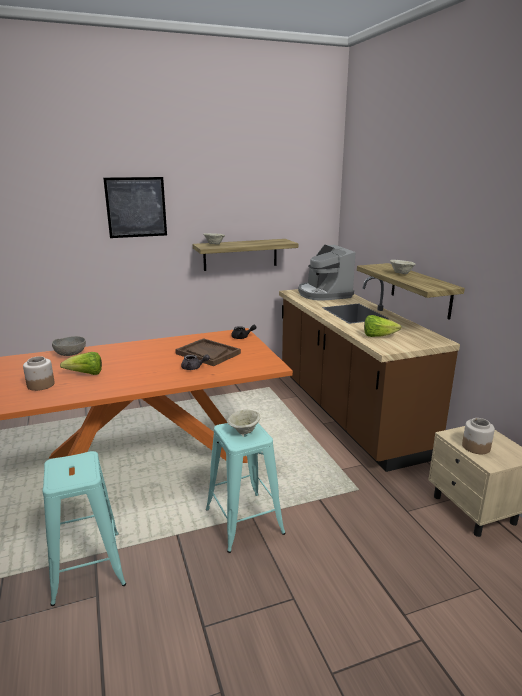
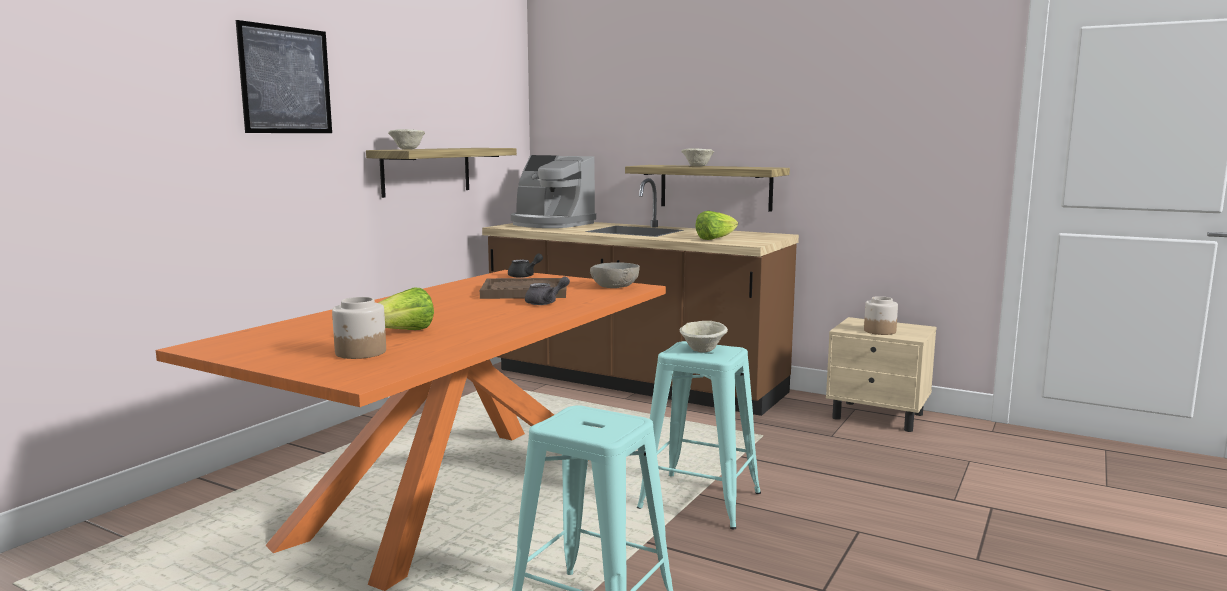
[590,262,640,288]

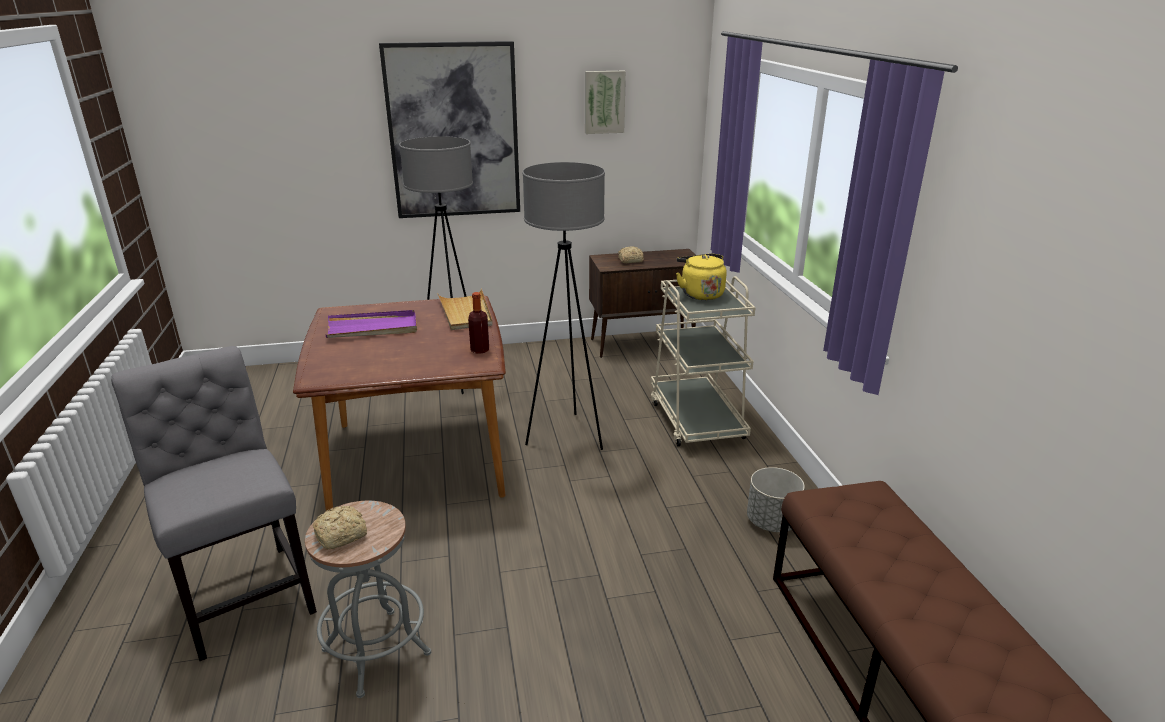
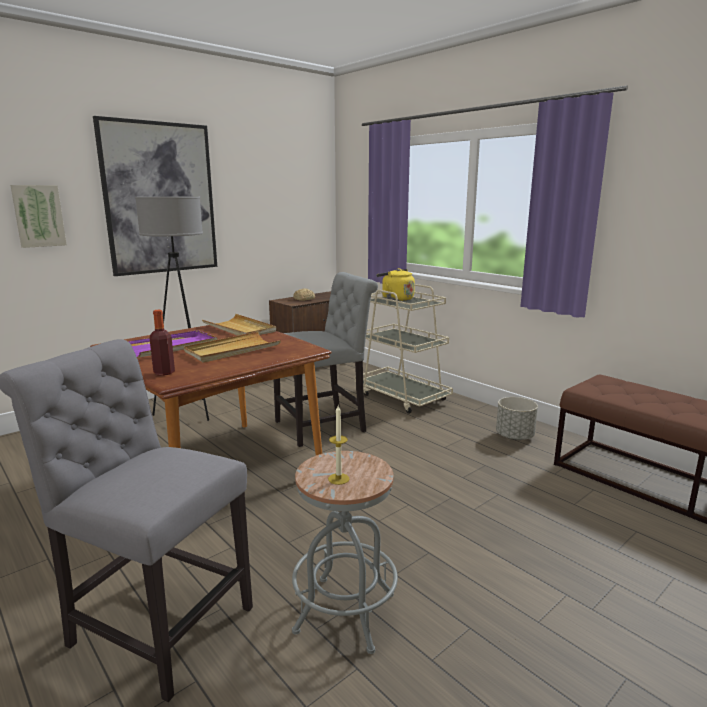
[184,331,281,363]
[149,310,175,376]
[10,185,67,248]
[328,405,349,485]
[274,272,378,447]

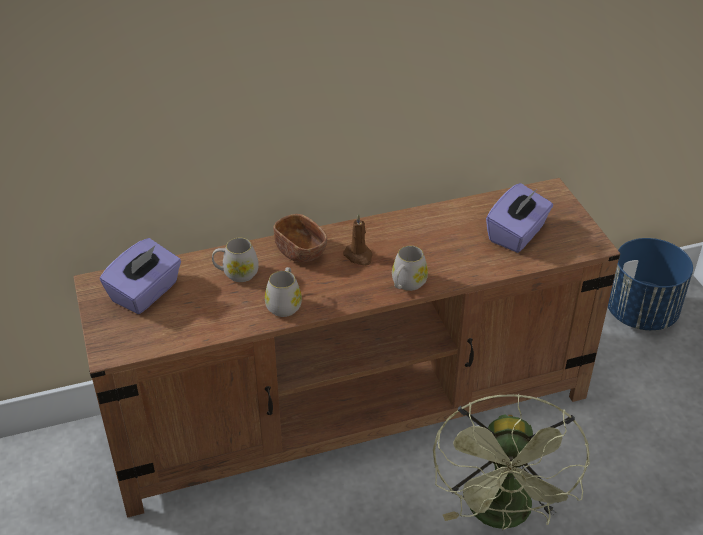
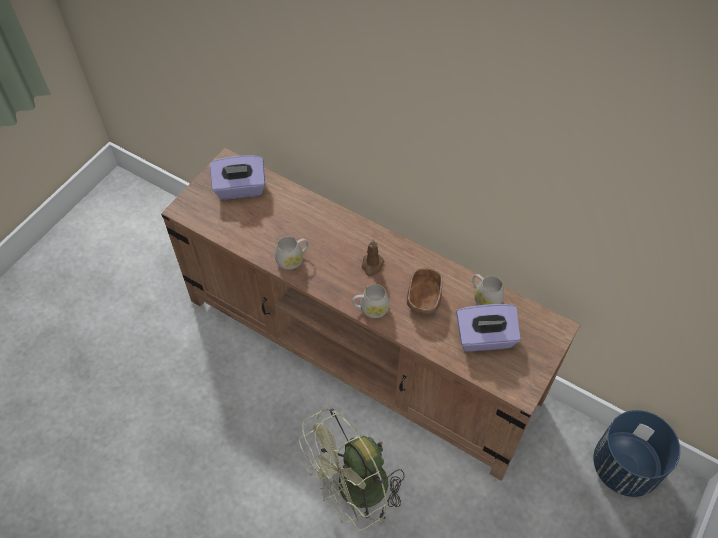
[472,274,504,305]
[407,268,443,315]

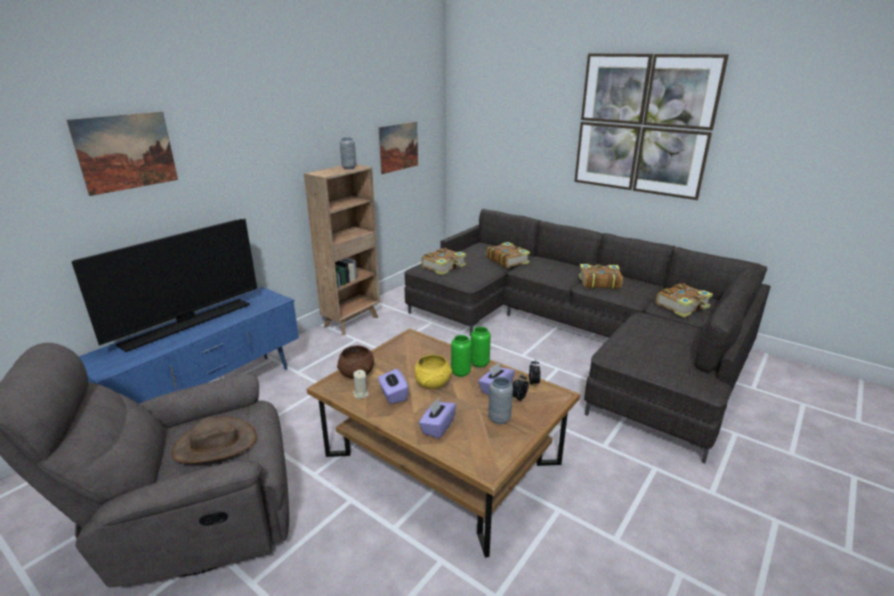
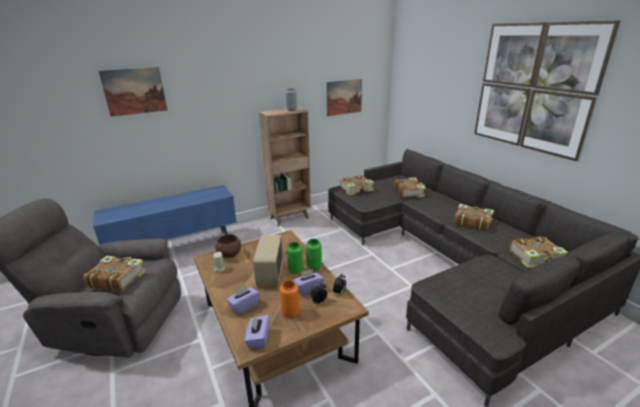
[72,219,257,352] (first image)
[245,314,270,348]
[83,256,145,292]
[253,235,283,286]
[280,280,299,317]

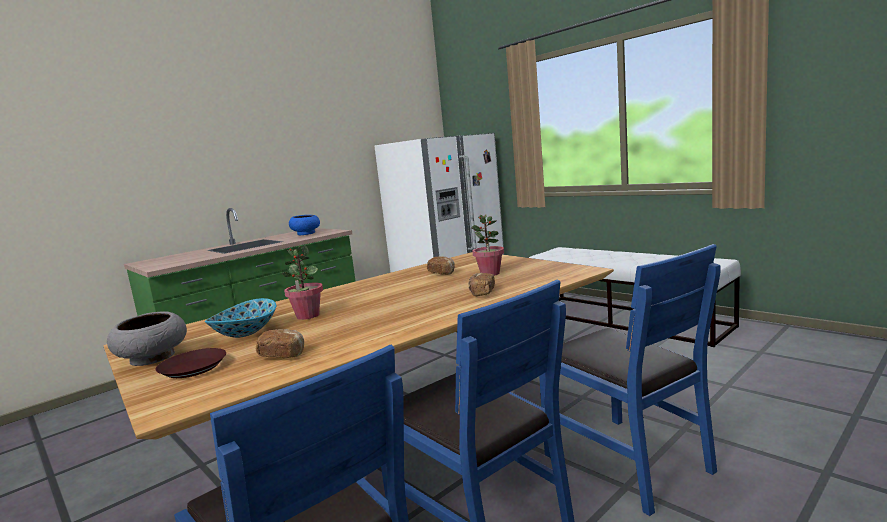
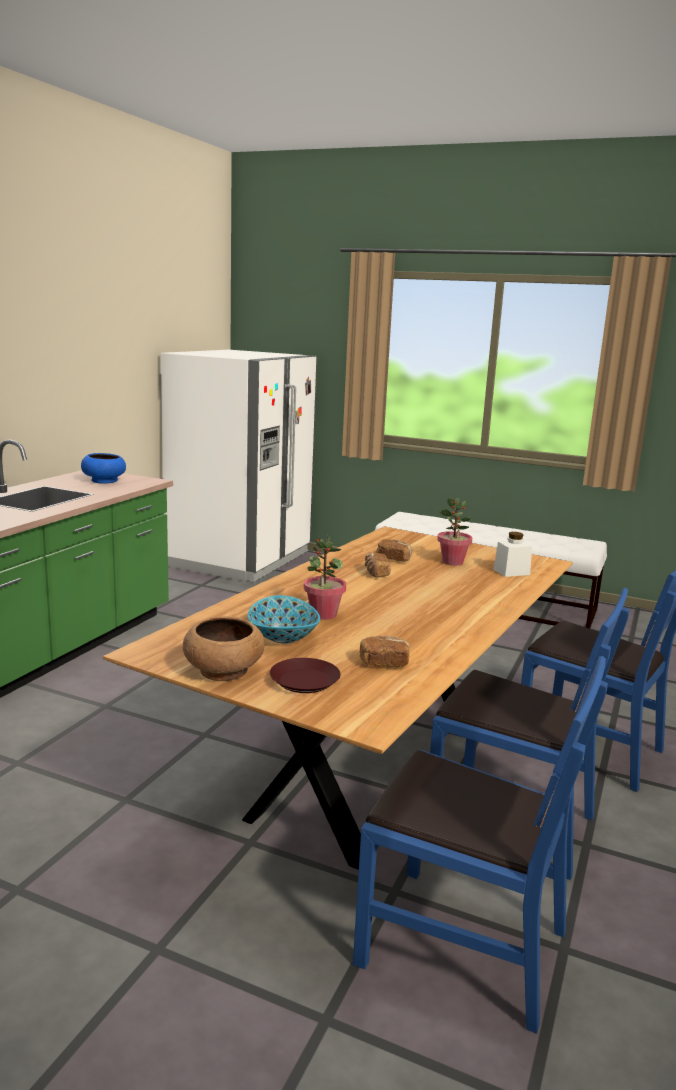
[493,532,532,577]
[365,552,391,578]
[183,616,265,681]

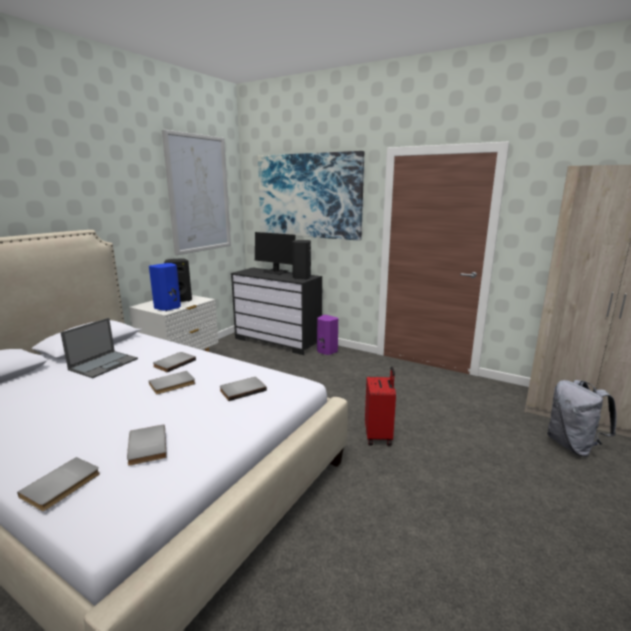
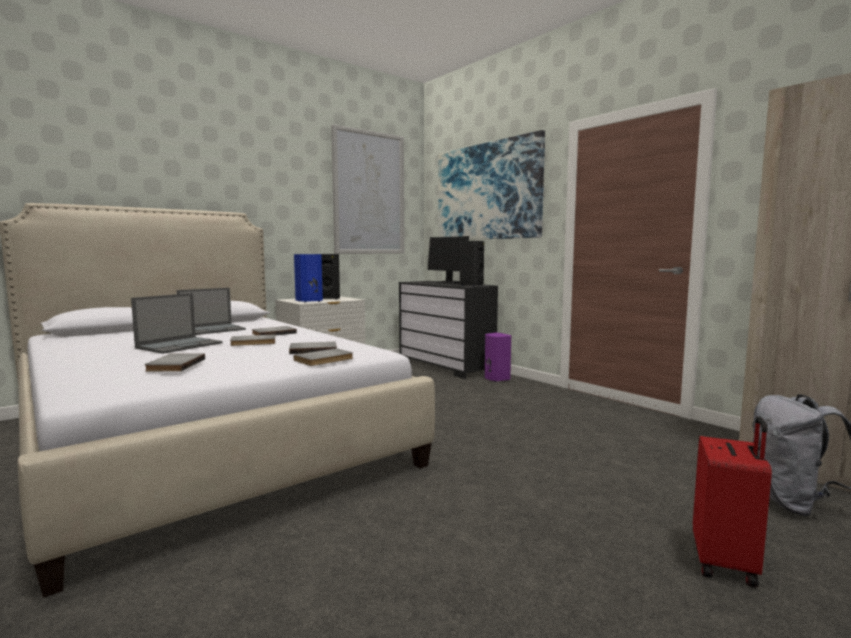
[131,293,223,354]
[294,348,353,366]
[693,416,772,587]

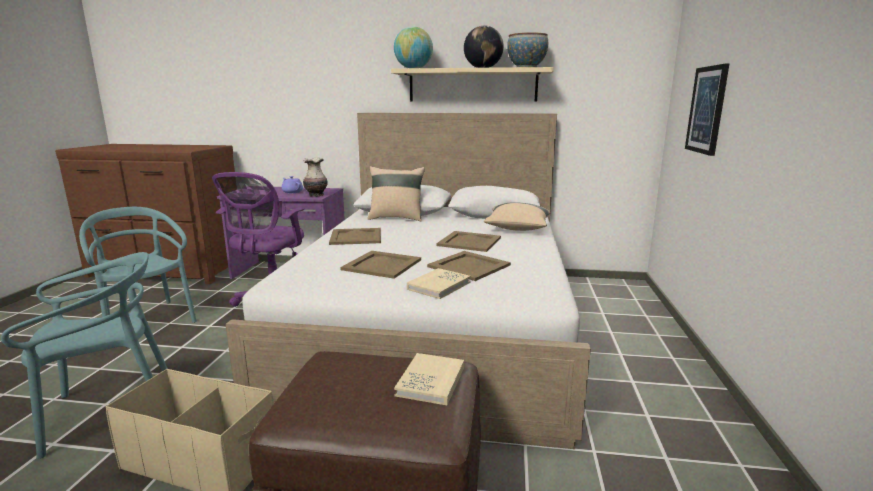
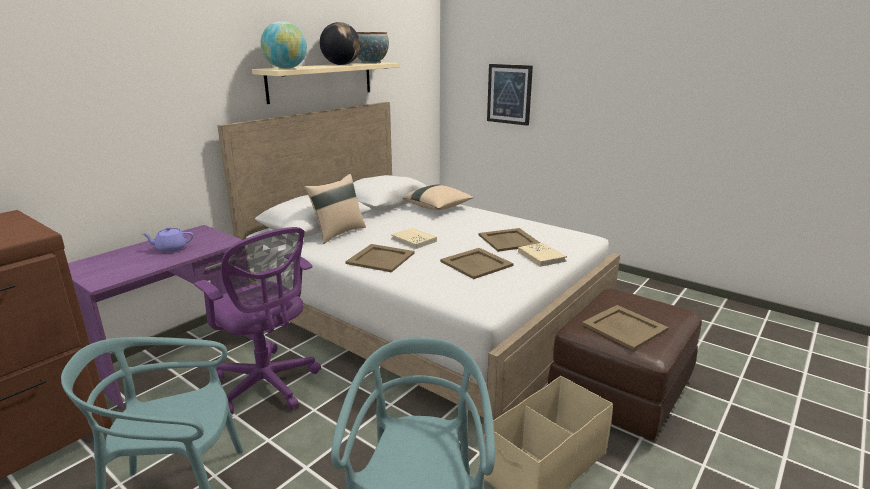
[303,157,328,197] (first image)
[391,228,437,249]
[582,305,669,350]

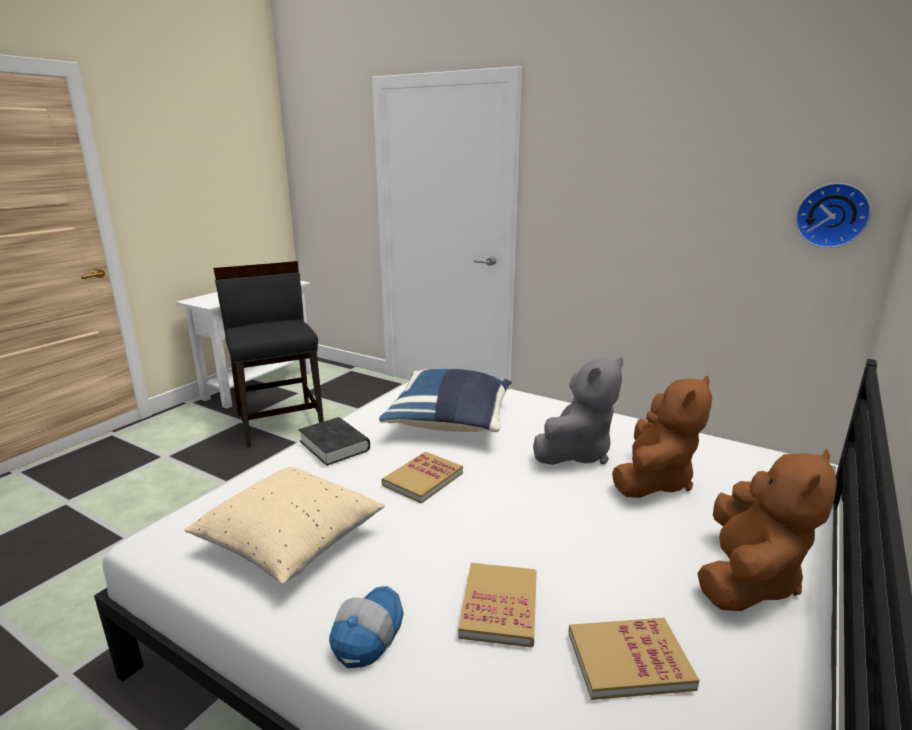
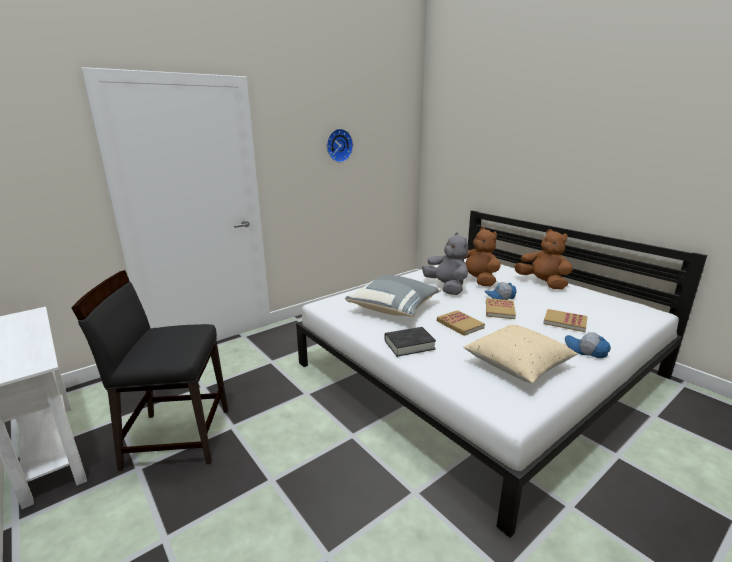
[485,282,517,300]
[486,298,516,319]
[327,129,353,162]
[345,275,441,317]

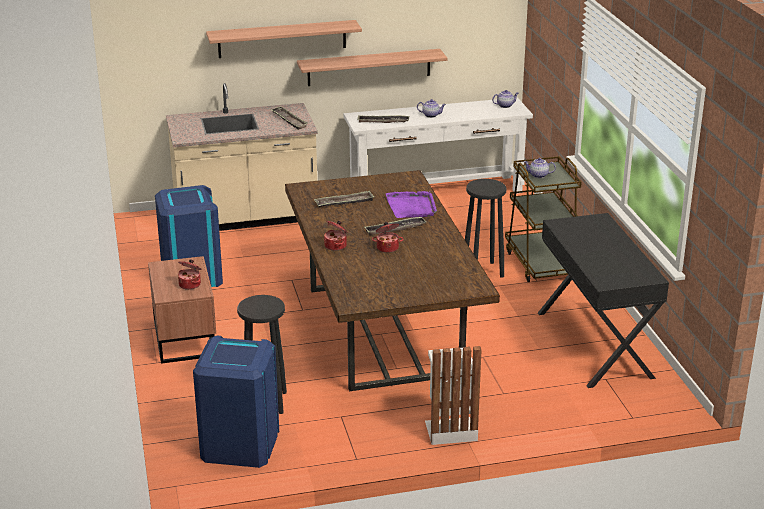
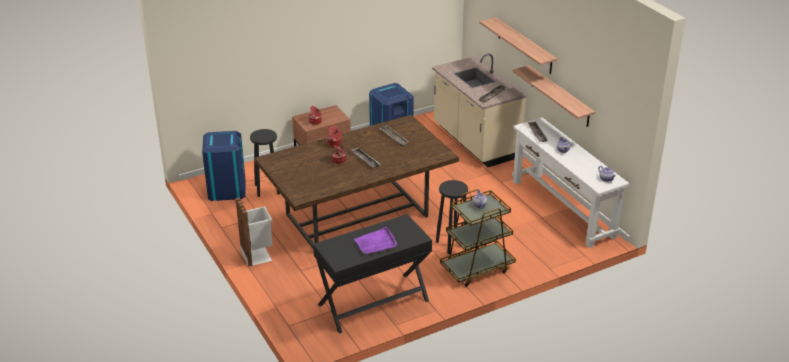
[354,227,397,255]

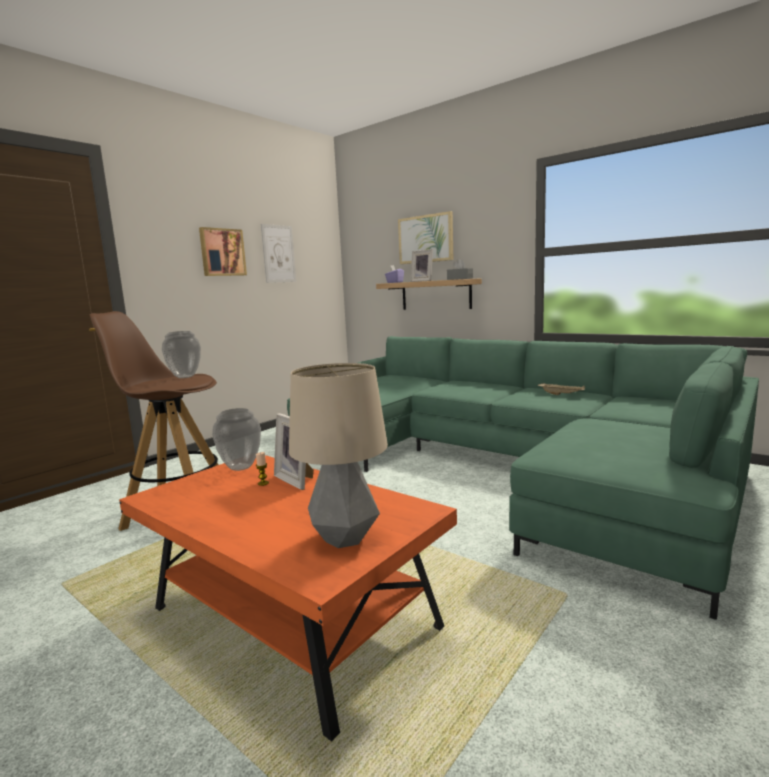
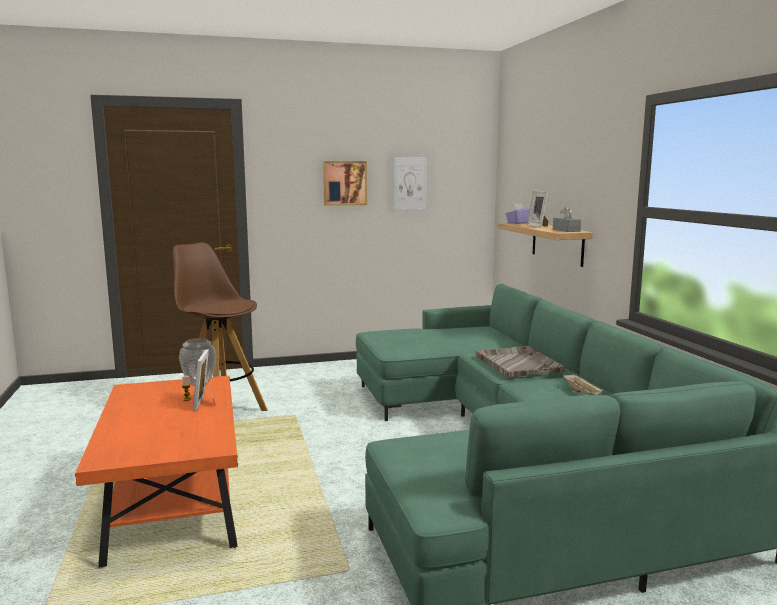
[162,331,201,378] (first image)
[289,363,388,548] (first image)
[398,211,453,264] (first image)
[475,346,565,377]

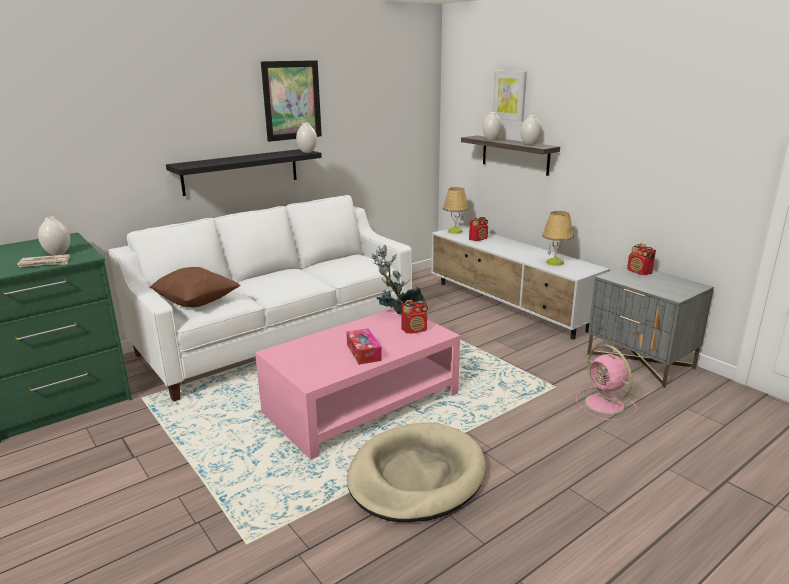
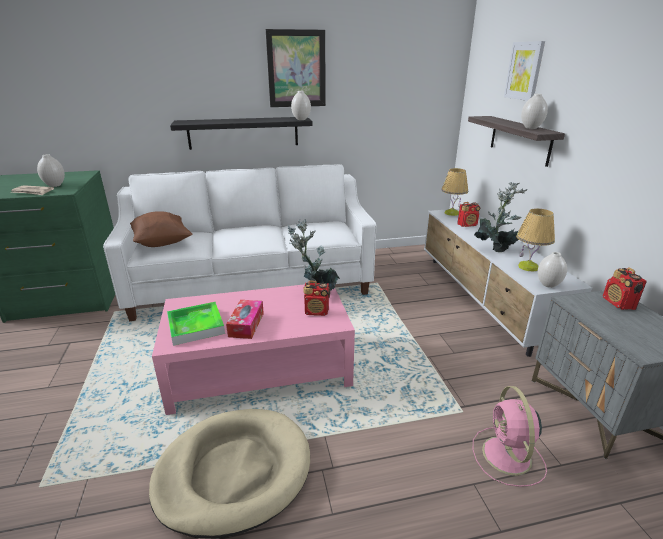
[167,302,225,346]
[474,182,528,252]
[538,252,567,288]

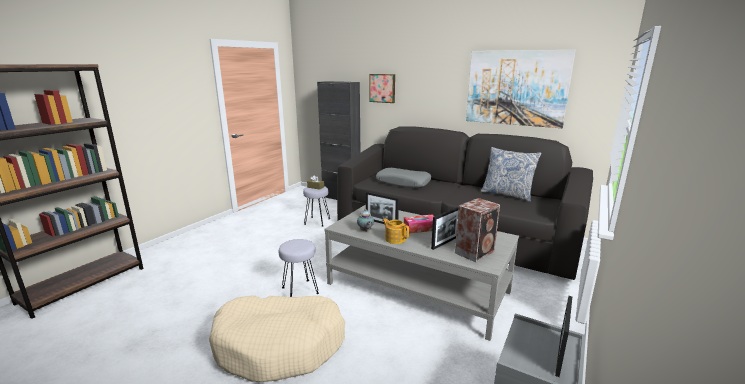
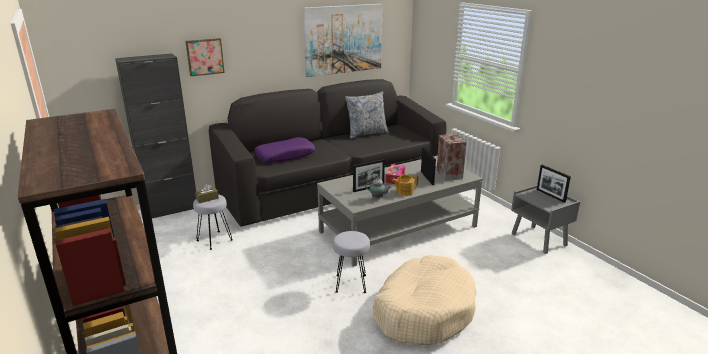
[254,137,315,163]

